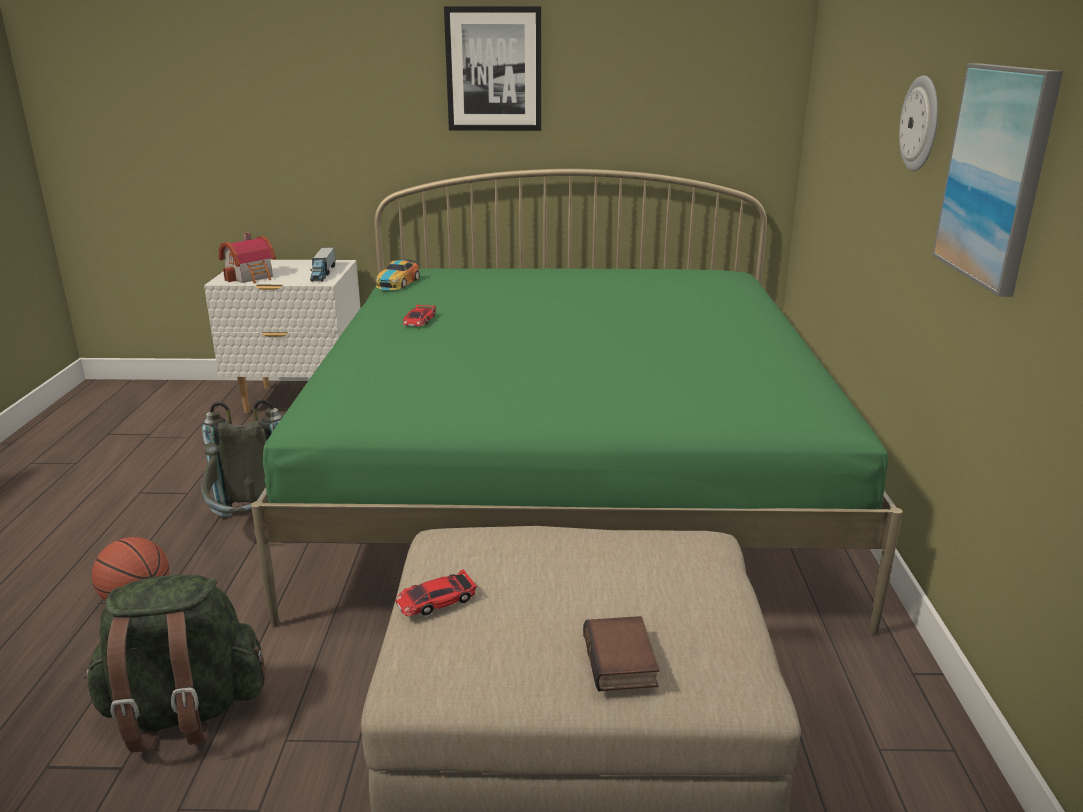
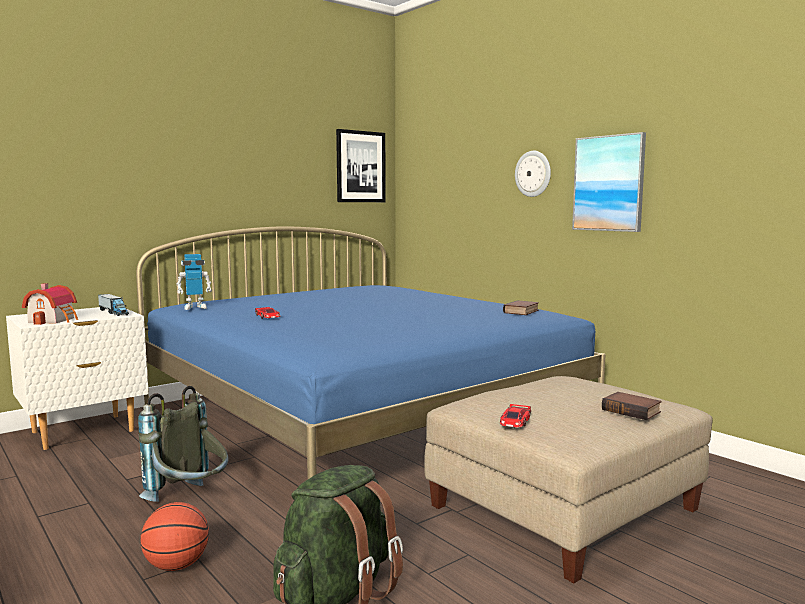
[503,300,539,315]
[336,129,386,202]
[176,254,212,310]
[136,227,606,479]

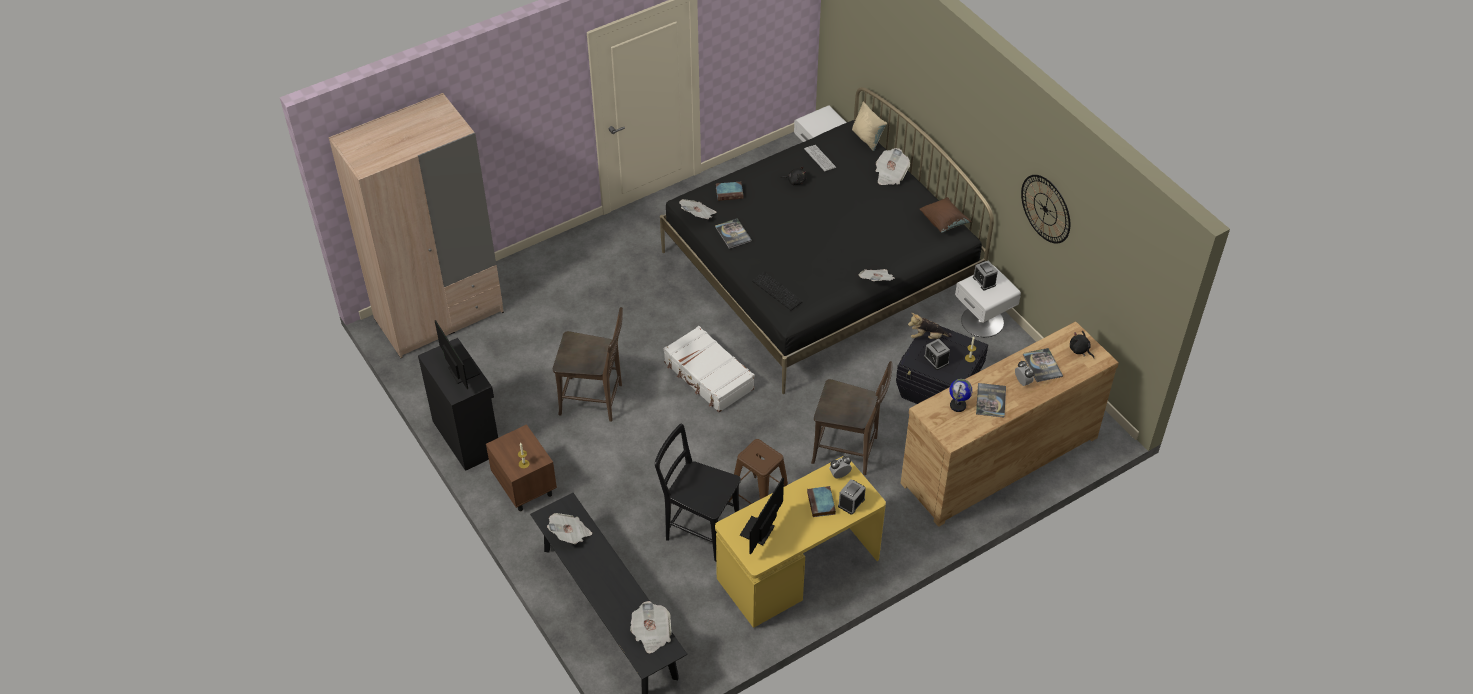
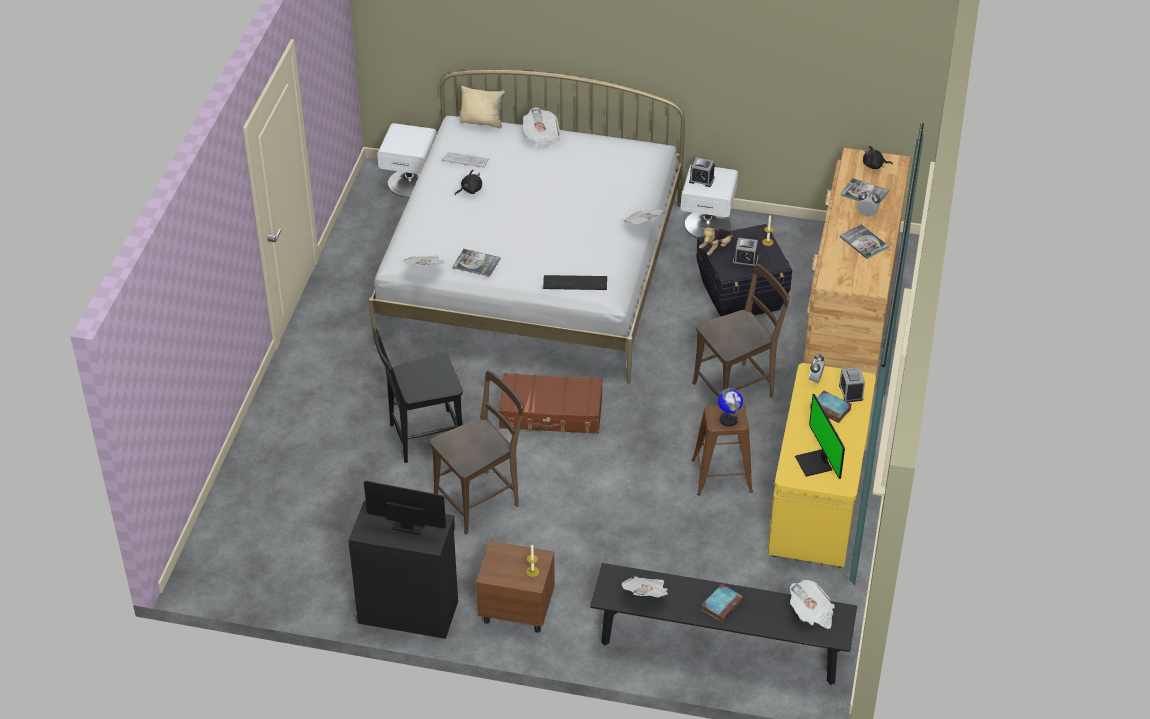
[329,93,504,358] (first image)
[920,197,971,233] (first image)
[1021,175,1070,244] (first image)
[374,328,463,463]
[701,584,743,622]
[718,388,743,426]
[369,70,685,384]
[499,373,603,434]

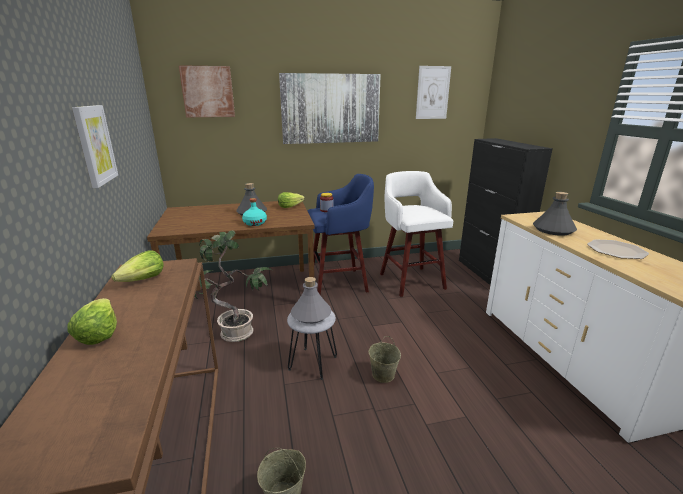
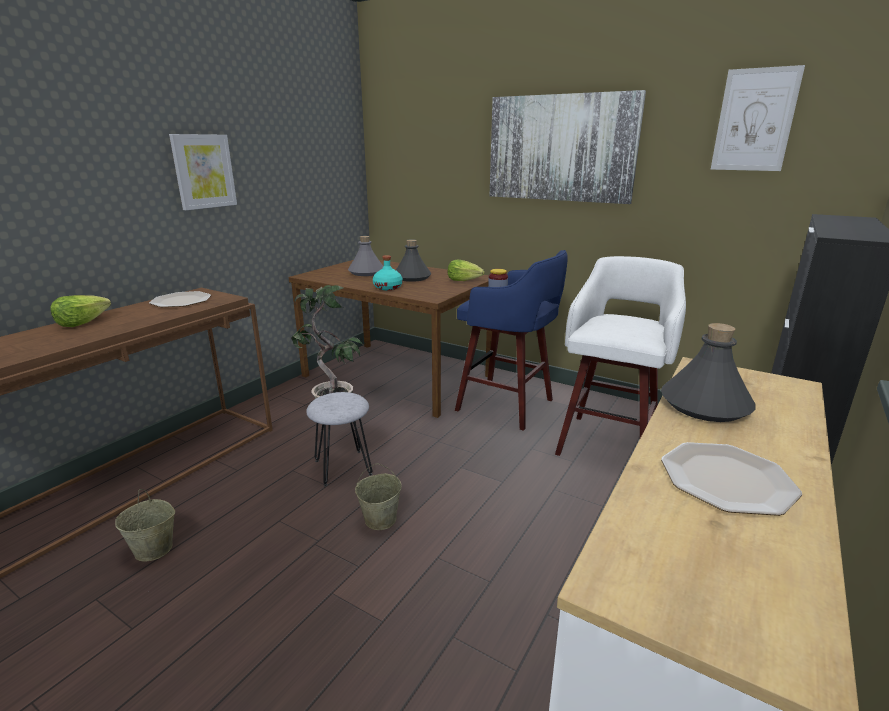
[179,65,235,117] (first image)
[348,236,383,276]
[149,291,211,307]

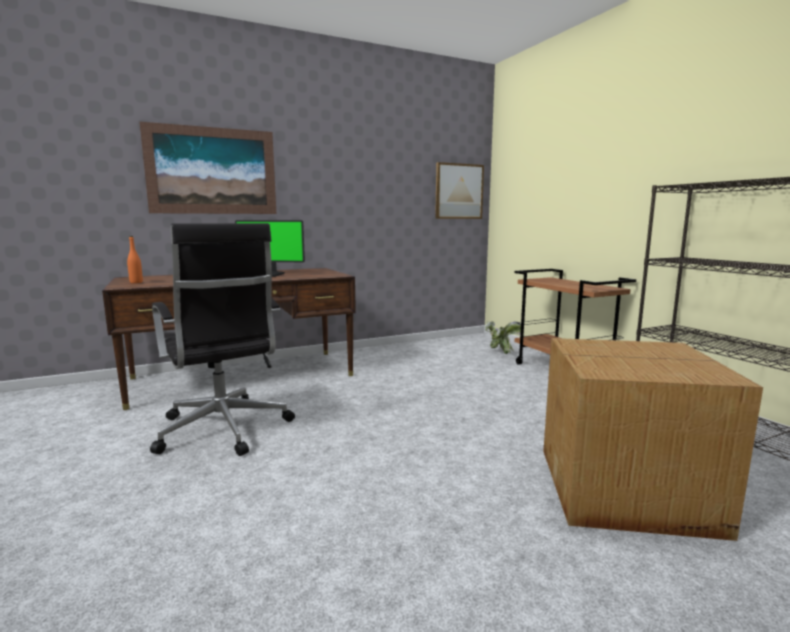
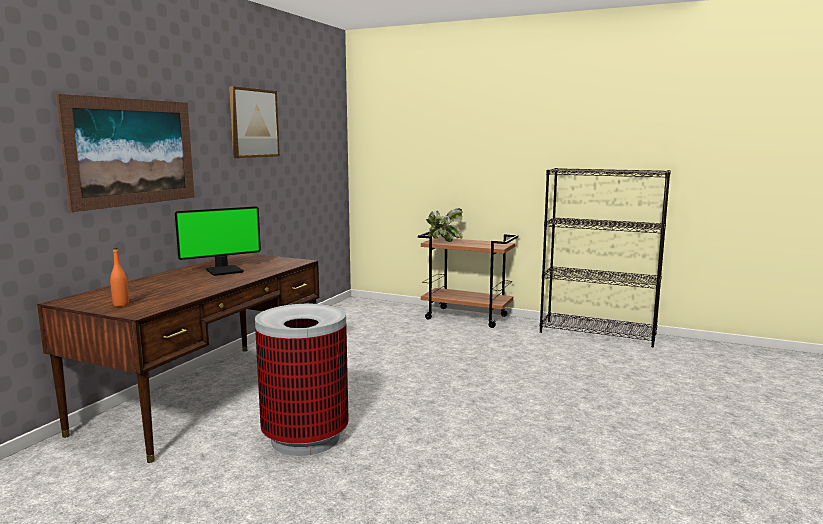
[543,338,763,541] (first image)
[229,86,280,158]
[426,208,463,242]
[255,304,349,456]

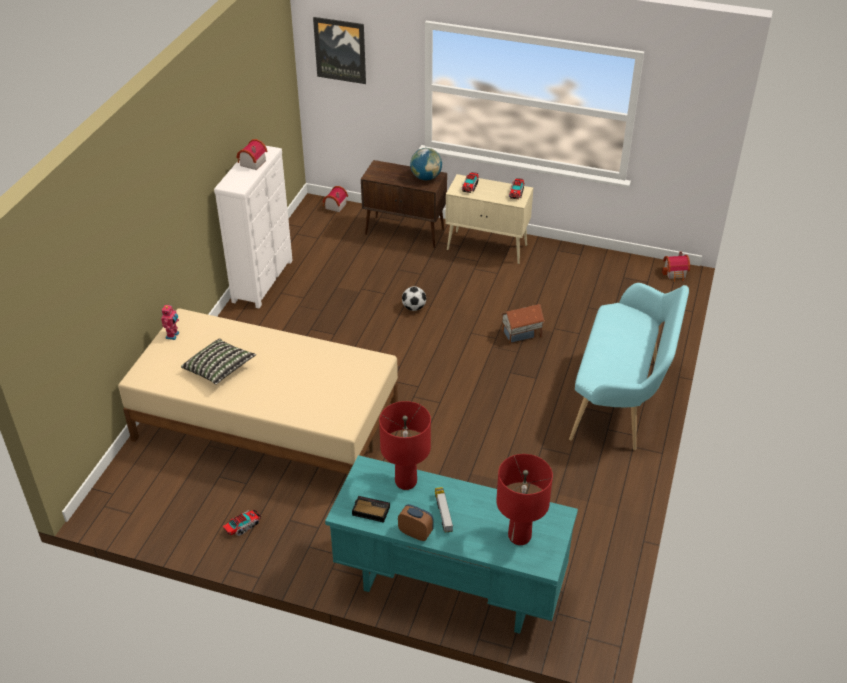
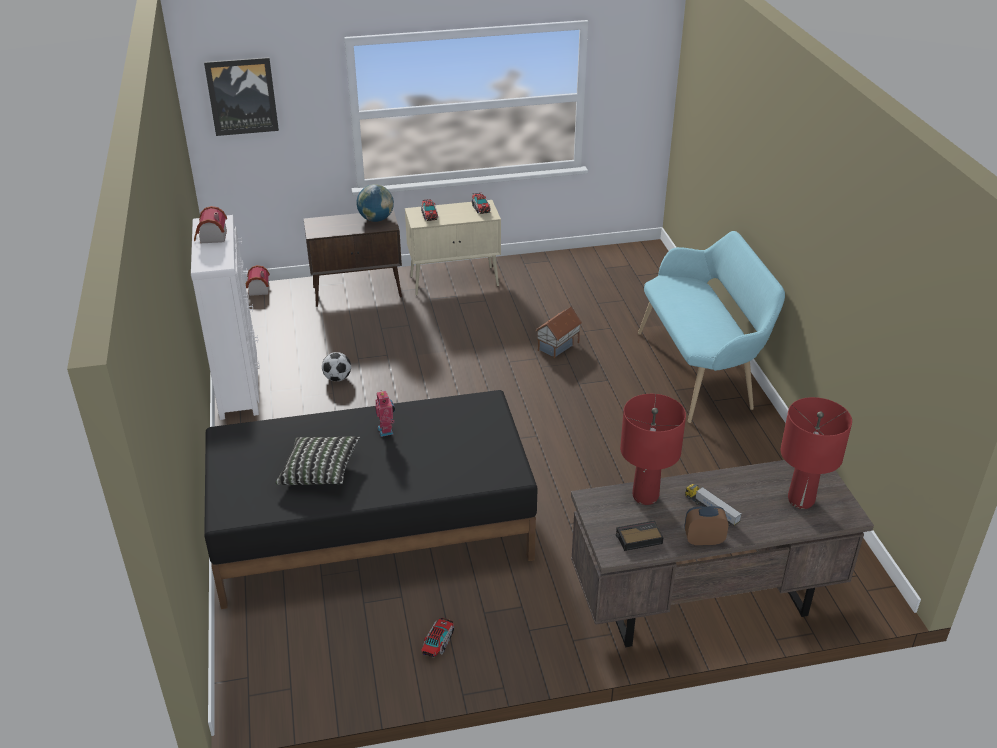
[662,252,690,282] (first image)
[375,391,395,437]
[322,352,351,381]
[204,390,538,609]
[571,460,874,647]

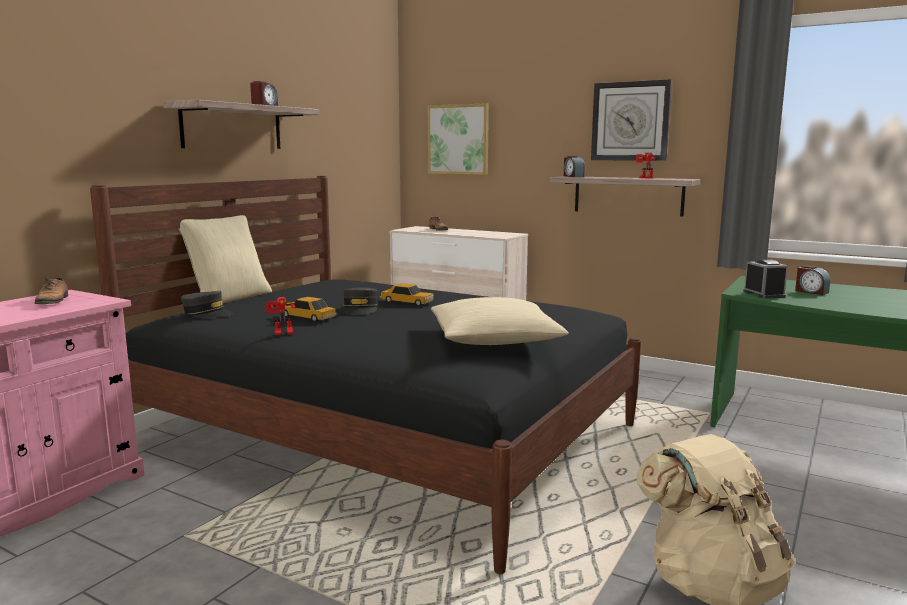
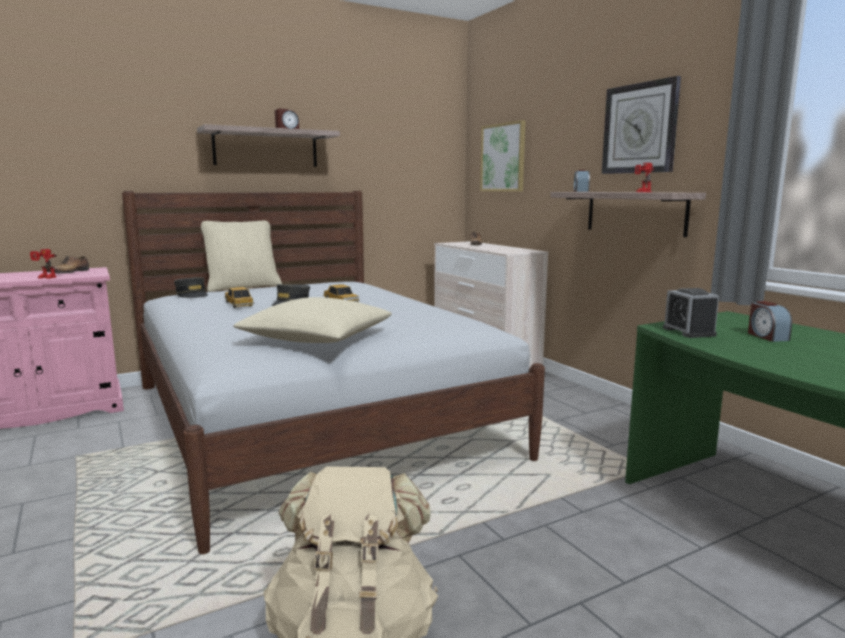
[30,249,57,279]
[122,191,545,554]
[663,288,719,338]

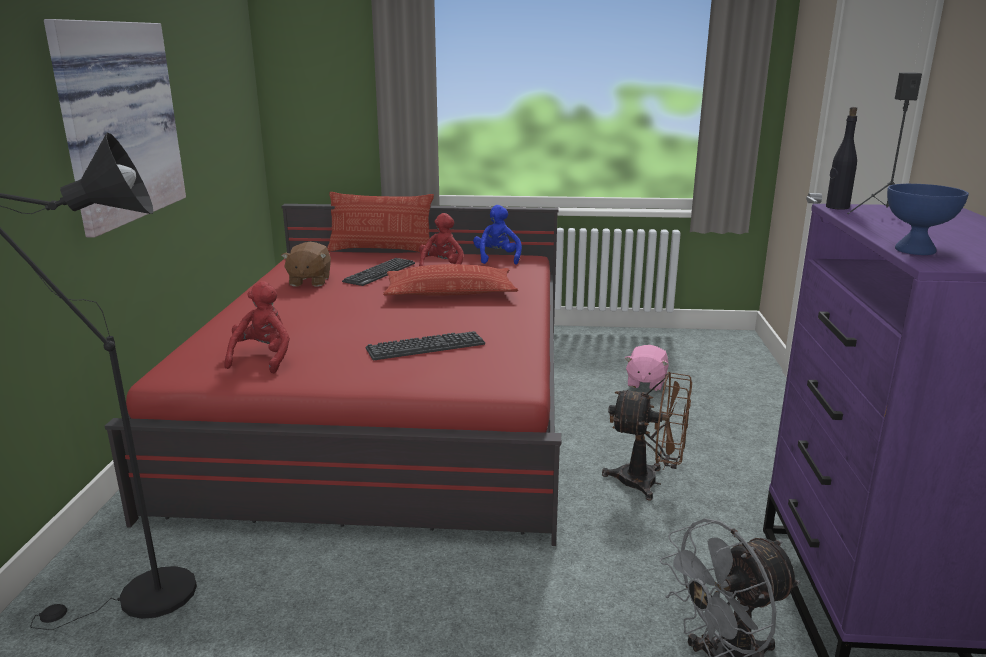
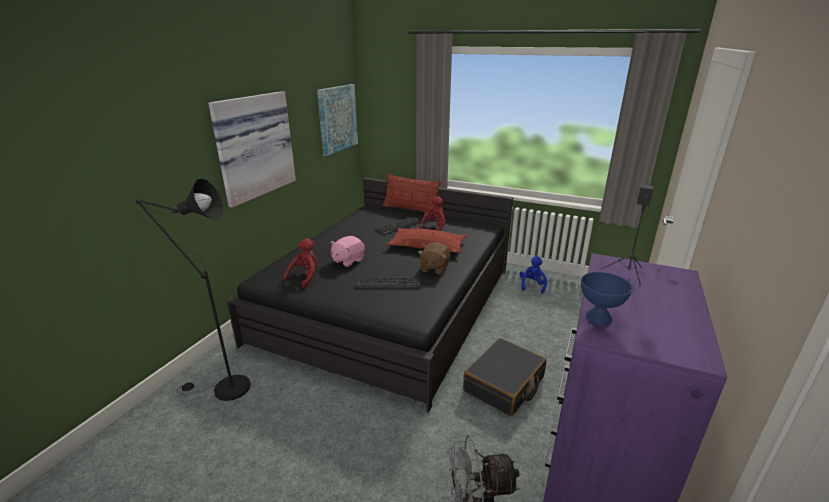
[826,107,857,210] (first image)
[317,84,358,156]
[418,242,450,274]
[520,256,547,294]
[330,236,365,267]
[463,338,546,416]
[226,177,514,413]

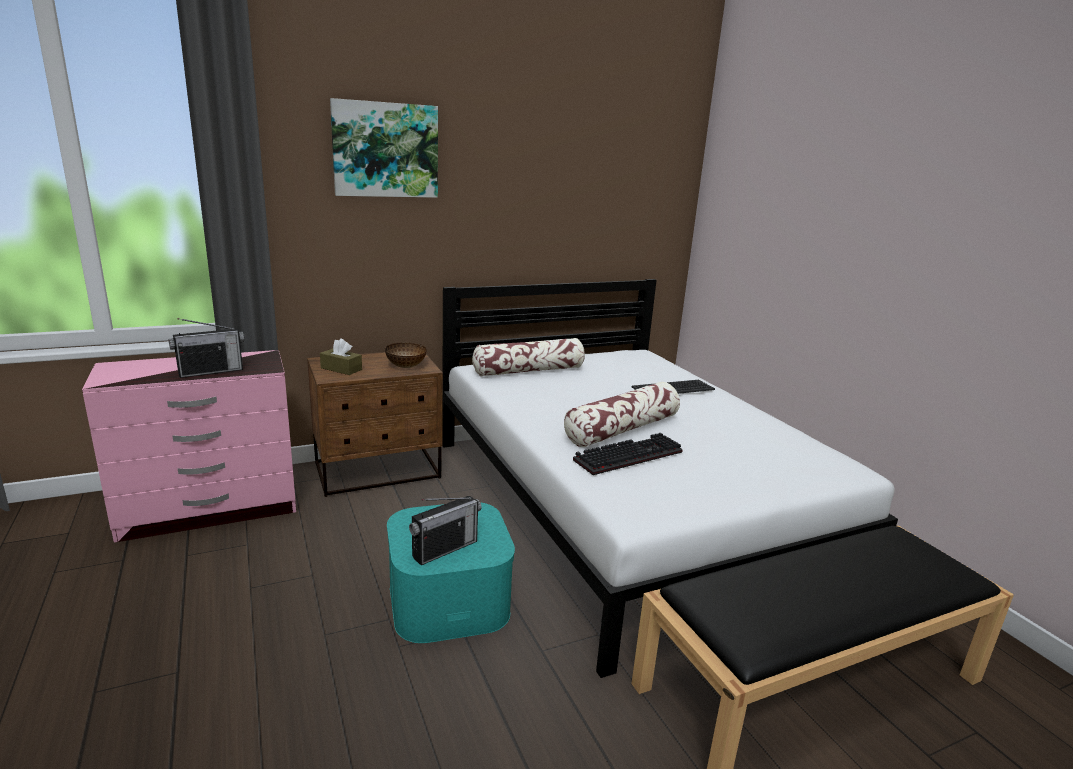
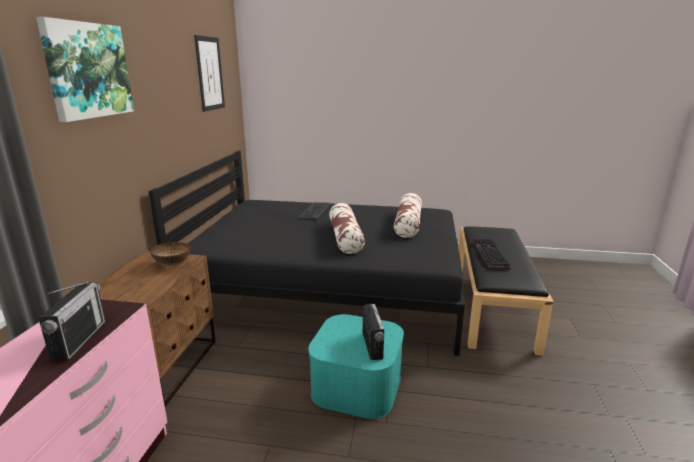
[320,338,362,375] (first image)
[194,35,225,112]
[394,193,422,238]
[473,238,511,270]
[149,151,465,356]

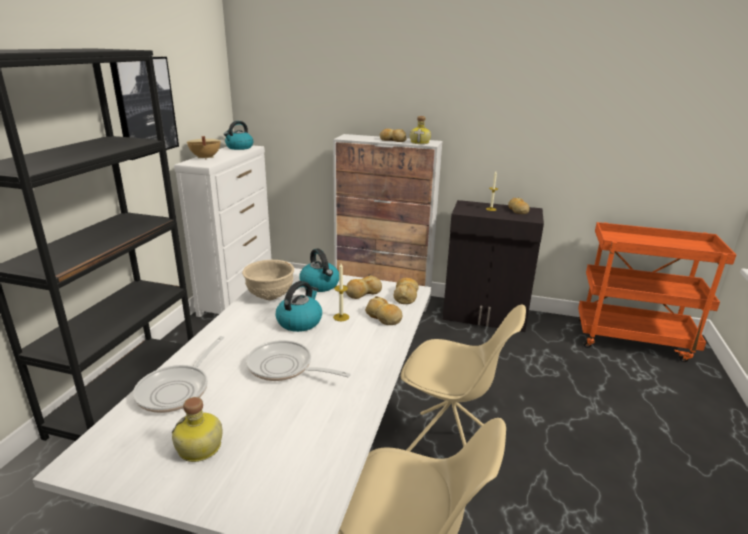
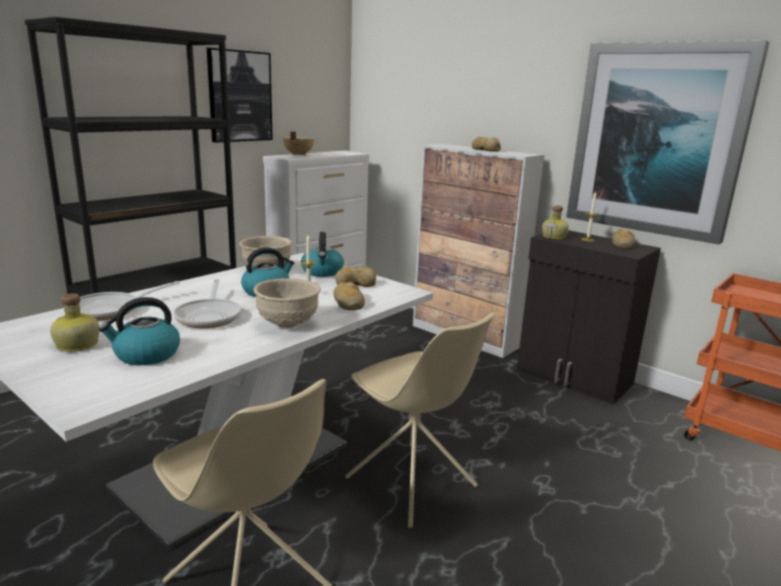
[394,278,419,304] (first image)
[254,278,321,328]
[566,40,769,244]
[99,297,180,365]
[542,206,569,239]
[173,279,241,328]

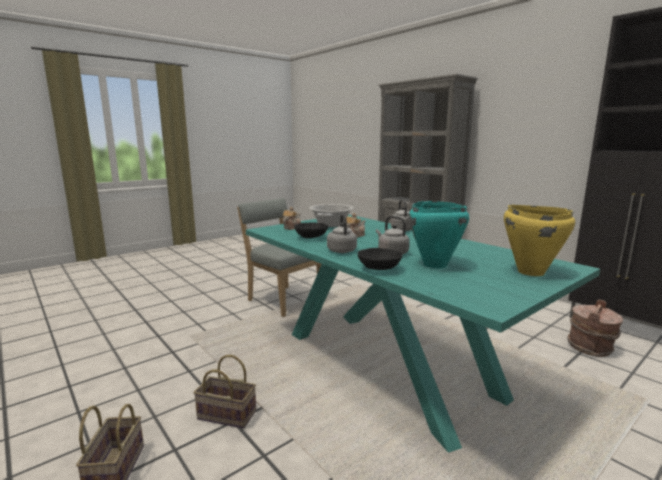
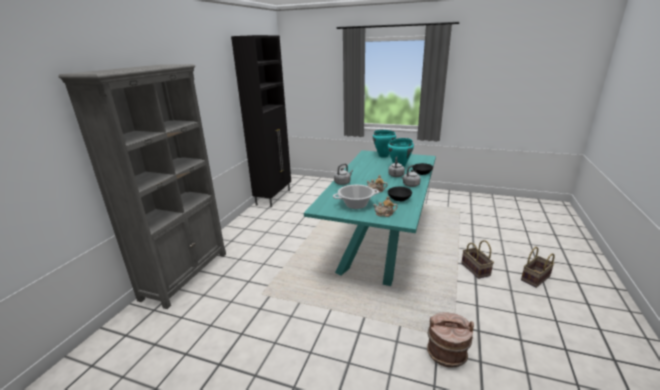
[237,198,321,317] (first image)
[427,312,474,368]
[373,130,396,158]

